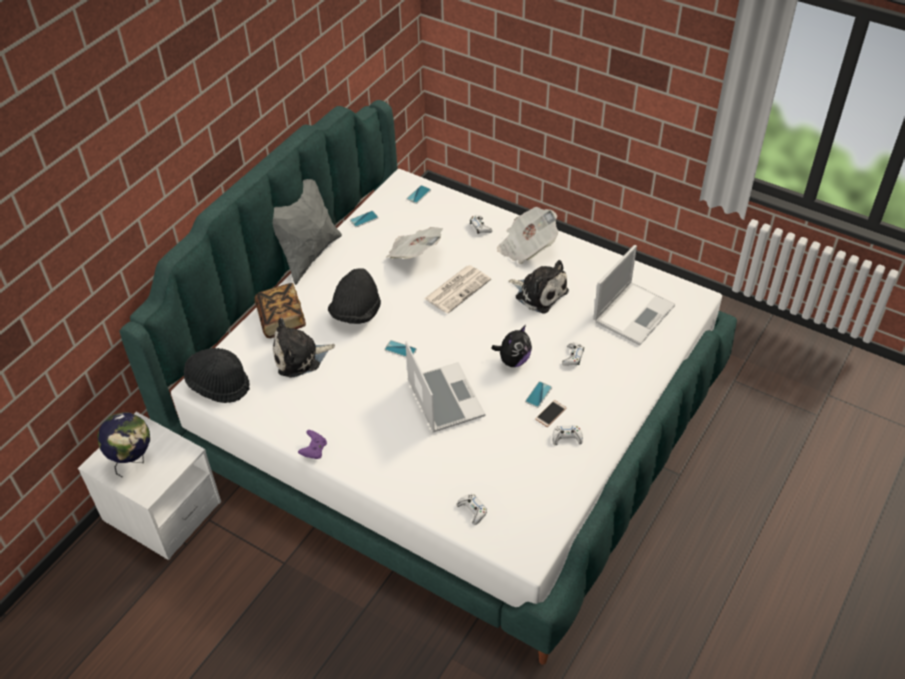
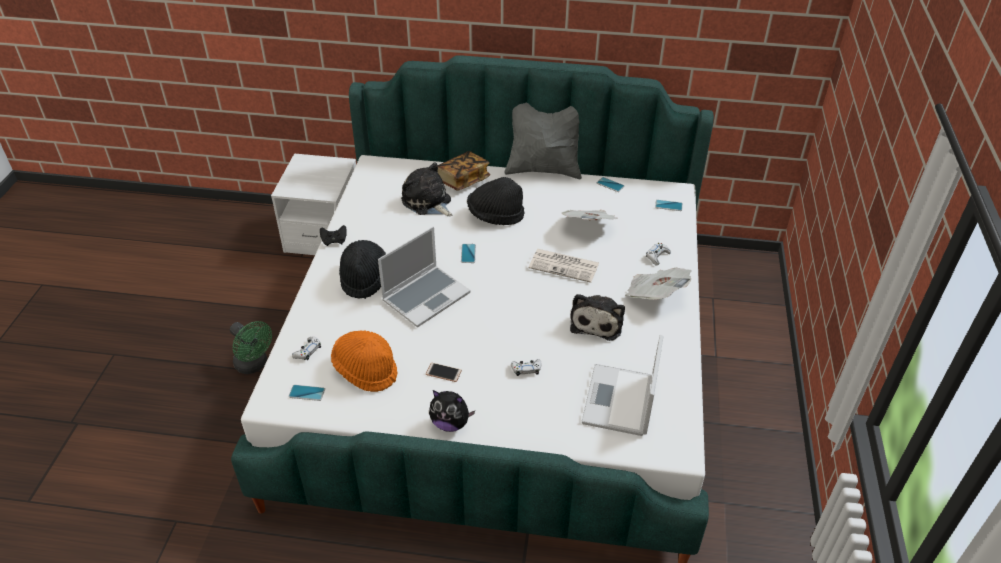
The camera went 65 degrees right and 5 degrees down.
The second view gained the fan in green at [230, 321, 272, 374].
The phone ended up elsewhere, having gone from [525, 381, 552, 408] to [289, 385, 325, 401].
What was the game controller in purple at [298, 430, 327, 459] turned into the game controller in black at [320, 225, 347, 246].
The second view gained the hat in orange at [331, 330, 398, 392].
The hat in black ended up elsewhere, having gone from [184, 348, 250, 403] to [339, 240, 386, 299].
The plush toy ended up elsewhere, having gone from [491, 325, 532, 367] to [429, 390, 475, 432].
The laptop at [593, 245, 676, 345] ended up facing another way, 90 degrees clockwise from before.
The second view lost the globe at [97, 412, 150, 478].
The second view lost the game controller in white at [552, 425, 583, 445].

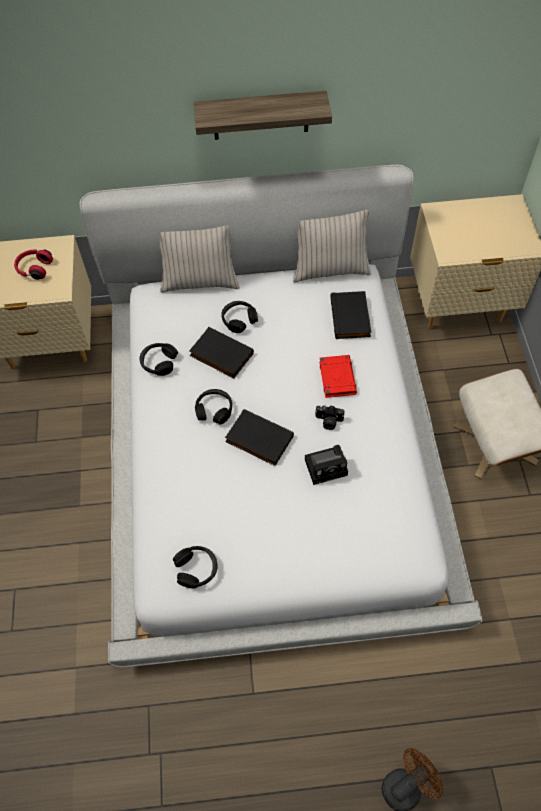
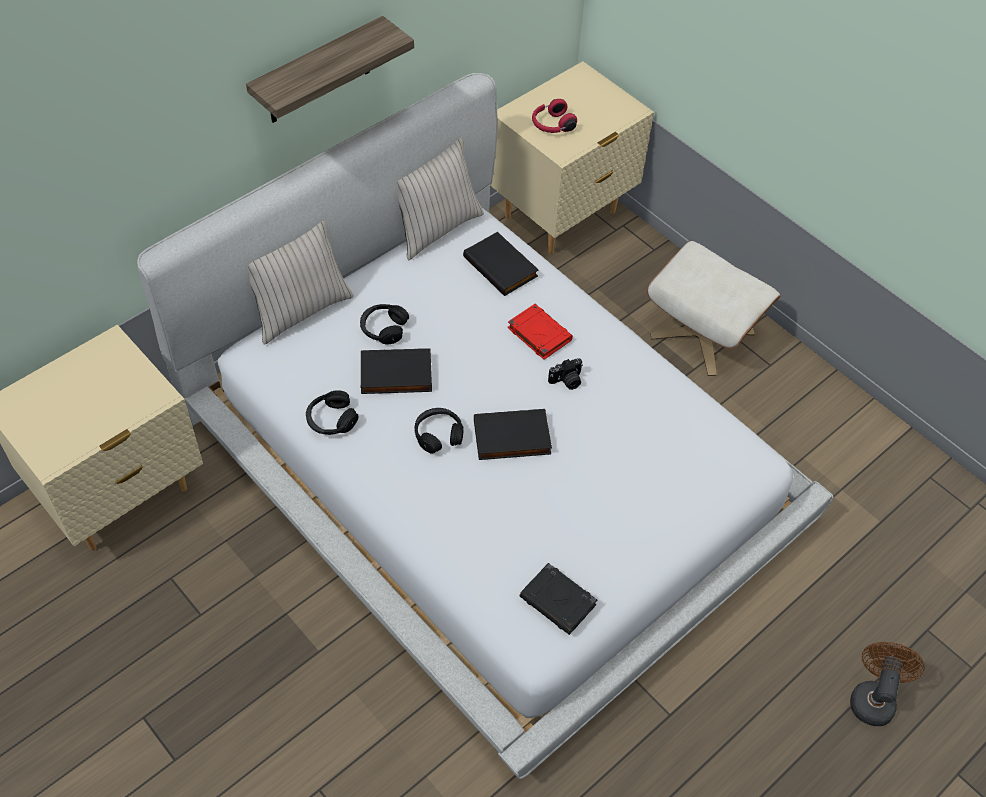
The camera went 40 degrees left and 5 degrees down.
Where the headphones in black stood at [173, 546, 217, 589], the book in black came to stand at [519, 563, 597, 635].
The headphones in red ended up elsewhere, having gone from [14, 250, 53, 280] to [532, 99, 577, 133].
The second view lost the photo camera at [305, 445, 348, 485].

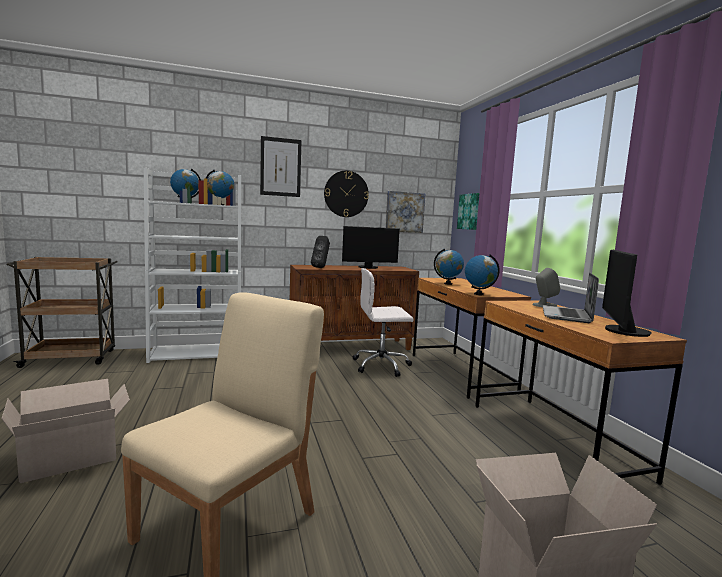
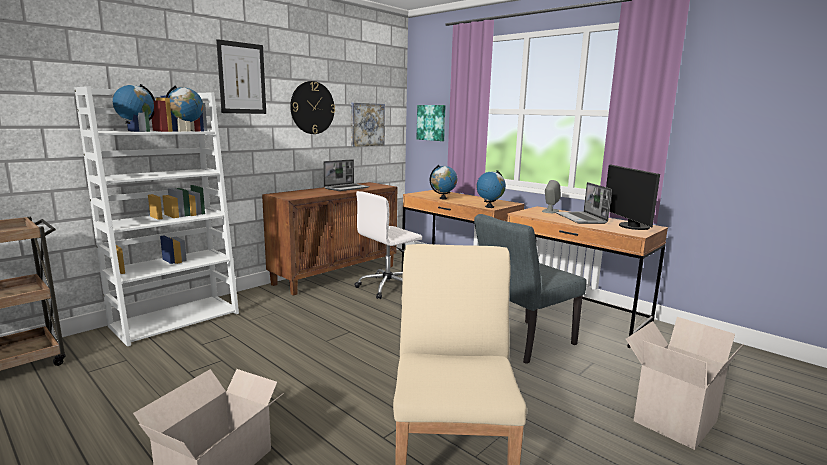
The camera went 30 degrees left and 5 degrees up.
Where the monitor stood at [342, 226, 400, 269], the laptop came to stand at [323, 159, 370, 191].
The second view gained the chair in grey at [474, 214, 586, 364].
The second view lost the speaker in black at [311, 236, 330, 268].

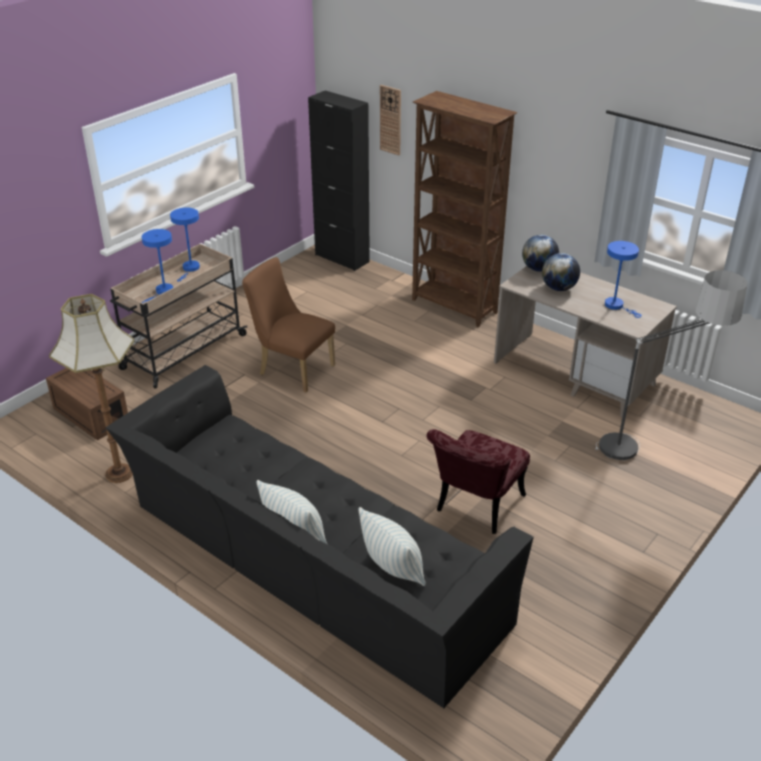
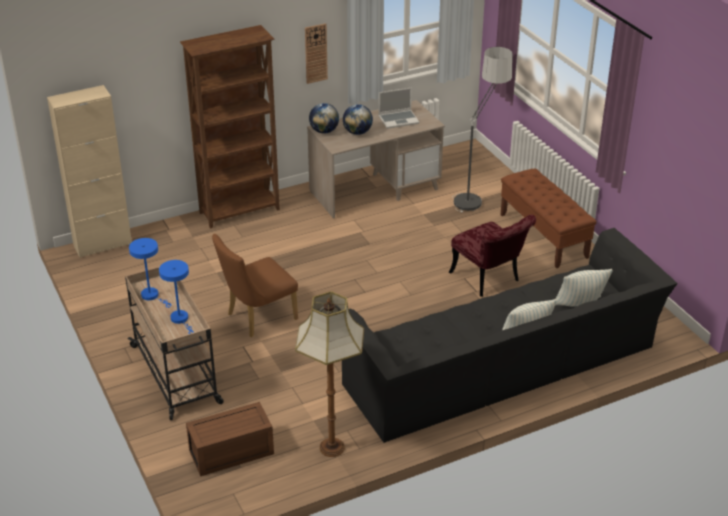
The camera went 65 degrees left and 0 degrees up.
What was the cabinet in black at [308, 90, 370, 271] turned into the cabinet in beige at [47, 85, 132, 258].
The wall clock ended up elsewhere, having gone from [380, 85, 401, 155] to [305, 23, 328, 84].
Where the table lamp in blue stood at [605, 241, 642, 318], the laptop came to stand at [378, 87, 419, 129].
The second view gained the bench in brown at [501, 169, 597, 268].

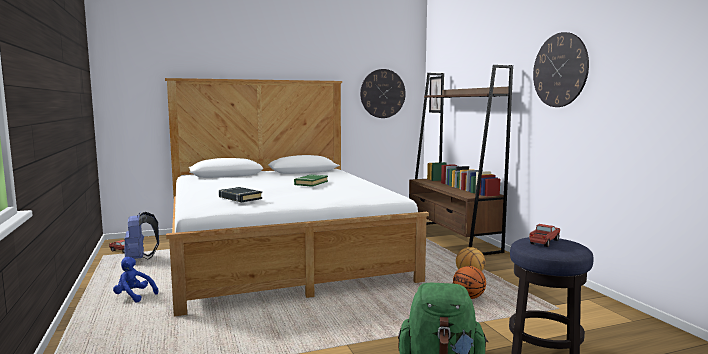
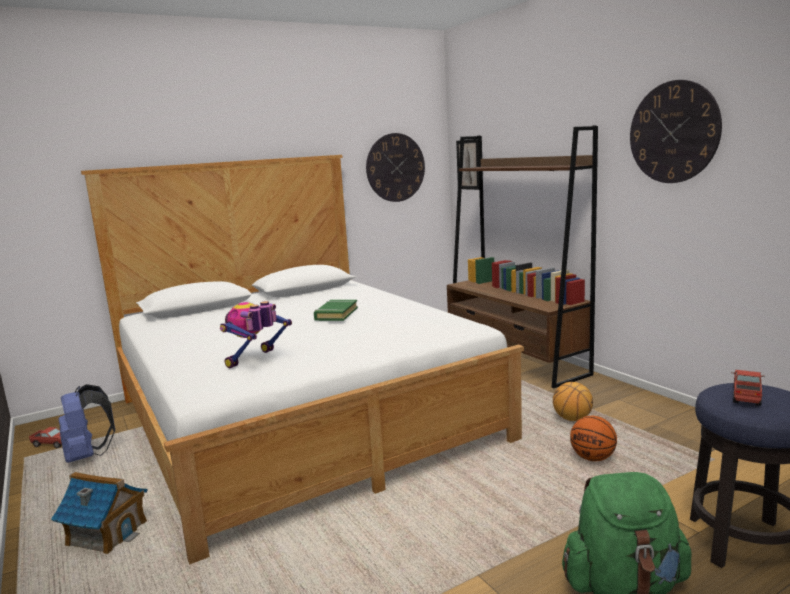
The camera went 10 degrees left and 5 degrees up.
Where the plush toy in blue stood at [113, 257, 158, 302], the toy house came to stand at [51, 472, 148, 554].
Where the book in black stood at [219, 187, 262, 202], the toy robot came to stand at [220, 301, 292, 368].

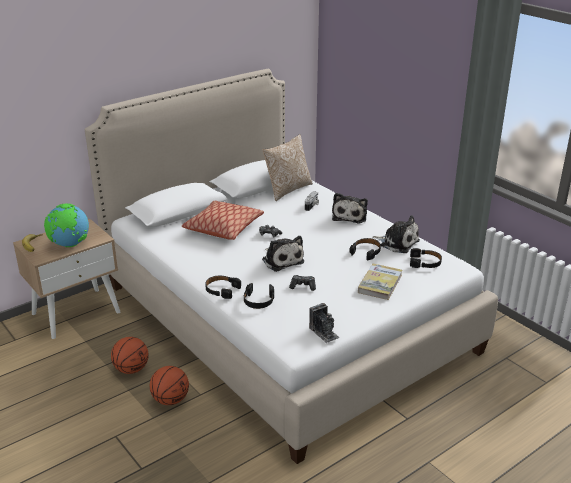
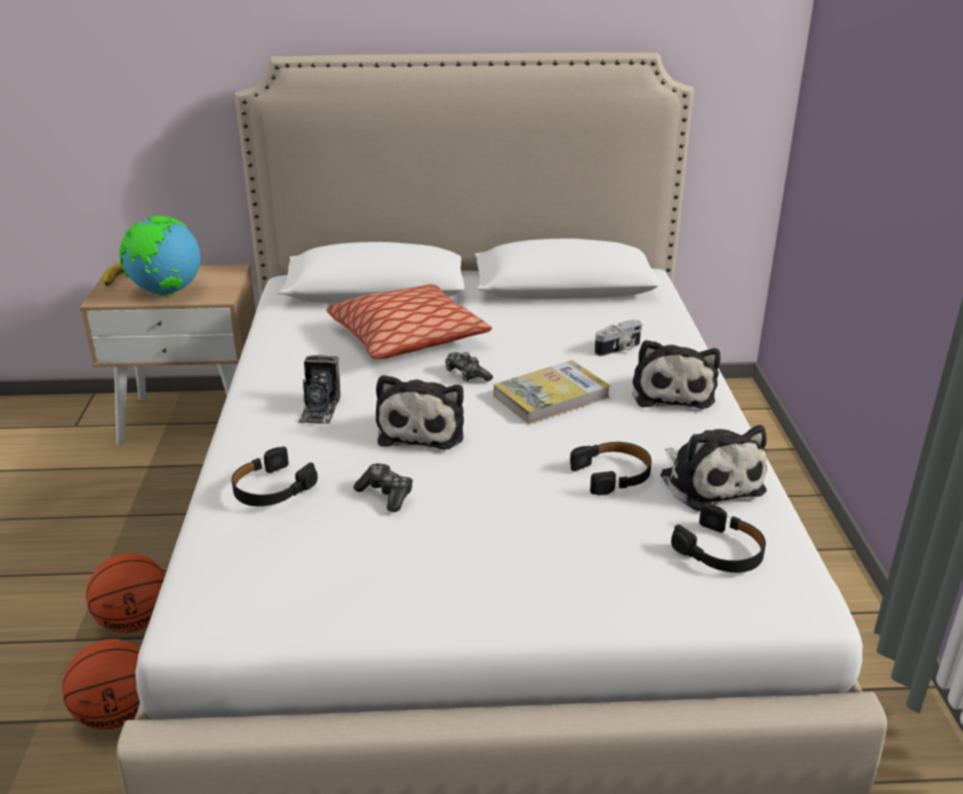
The camera went 35 degrees right and 0 degrees up.
The basketball ended up elsewhere, having gone from [111, 337, 149, 374] to [62, 639, 140, 730].
The photo camera ended up elsewhere, having gone from [309, 303, 339, 343] to [298, 355, 341, 424].
The book ended up elsewhere, having gone from [358, 264, 402, 300] to [494, 360, 610, 424].
The plush toy at [332, 193, 368, 224] ended up facing another way, 45 degrees counterclockwise from before.
The second view lost the headphones in black at [205, 276, 241, 299].
The second view lost the pillow at [263, 134, 313, 201].

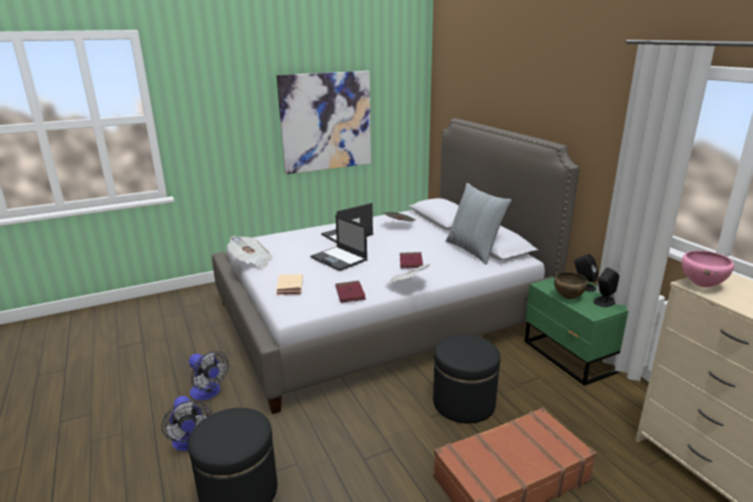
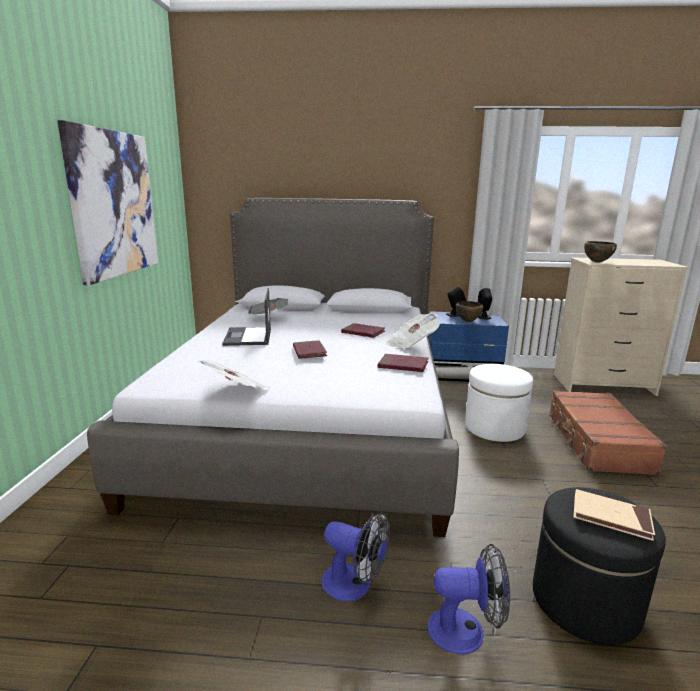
The camera went 60 degrees left and 5 degrees down.
Where the laptop stood at [310, 215, 368, 271], the book in red came to stand at [293, 340, 327, 359].
The fan at [189, 351, 229, 401] ended up facing another way, 45 degrees clockwise from before.
What was the nightstand in green at [525, 277, 628, 386] turned into the nightstand in blue at [428, 311, 509, 382].
What was the ottoman in black at [433, 335, 501, 423] turned into the ottoman in white at [465, 364, 533, 442].
The book in beige ended up elsewhere, having gone from [276, 274, 303, 295] to [574, 489, 655, 541].
What was the bowl in pink at [682, 251, 734, 287] turned into the bowl in brown at [584, 241, 617, 263].
The second view lost the pillow at [446, 183, 512, 265].

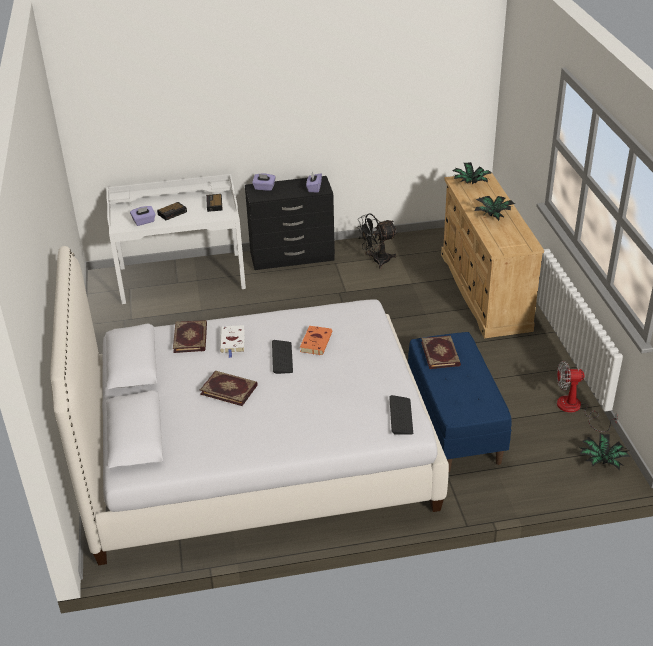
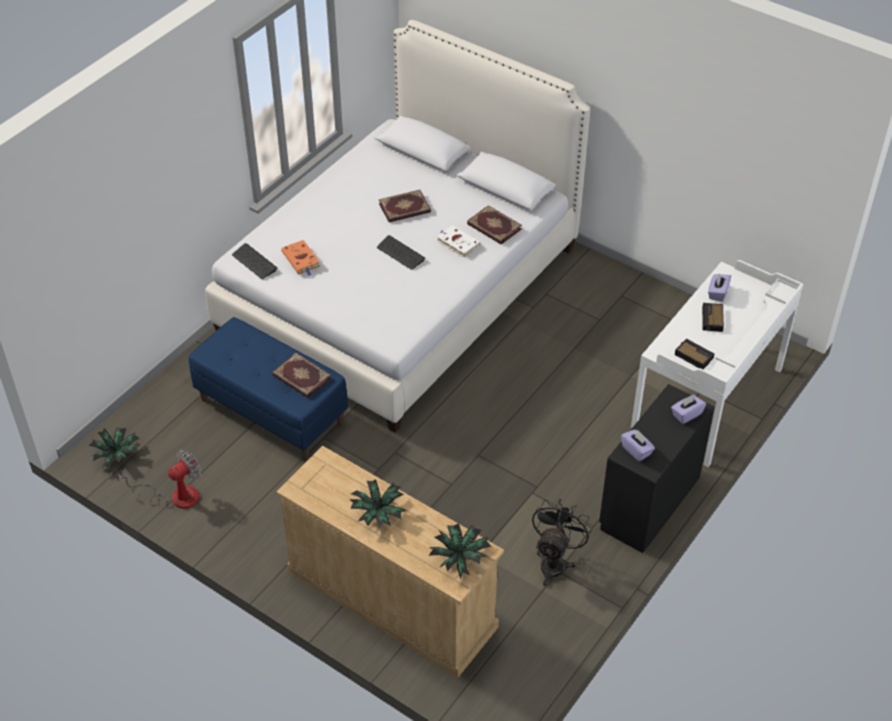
The camera went 135 degrees right and 10 degrees up.
The book in orange ended up elsewhere, having gone from [300, 326, 332, 355] to [281, 240, 320, 276].

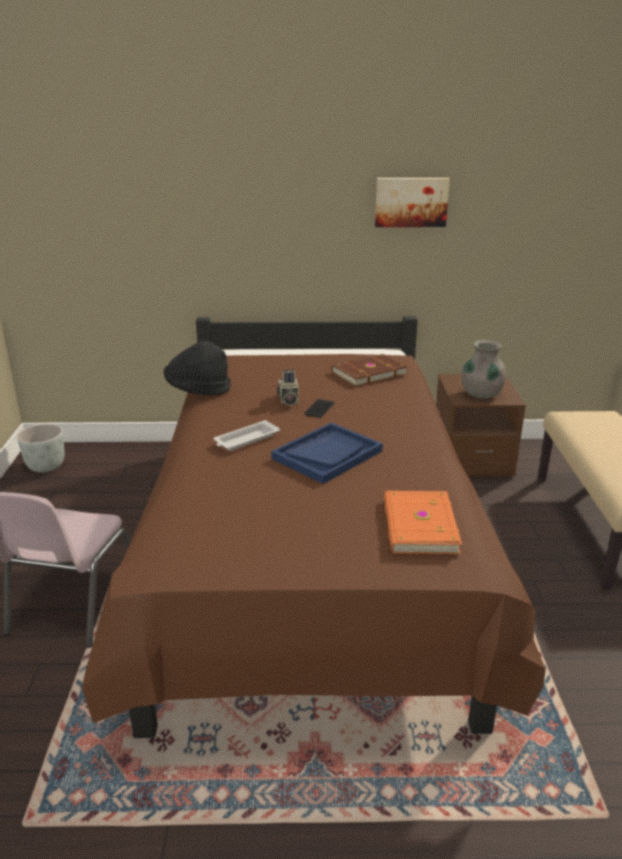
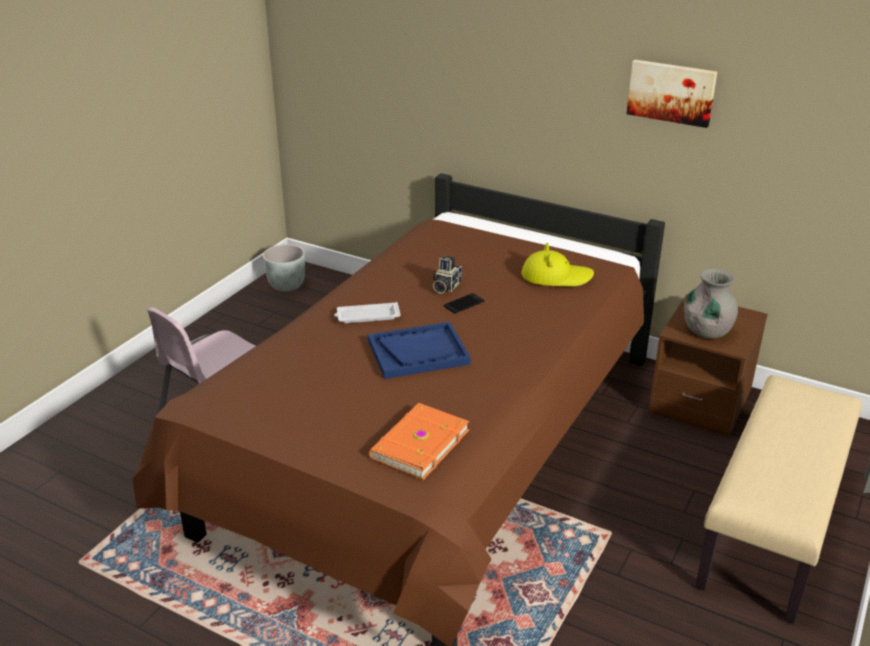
The camera went 30 degrees right and 5 degrees up.
Where the book in brown stood at [332, 354, 408, 387], the hat in yellow came to stand at [522, 243, 594, 287].
The second view lost the hat in black at [164, 341, 231, 395].

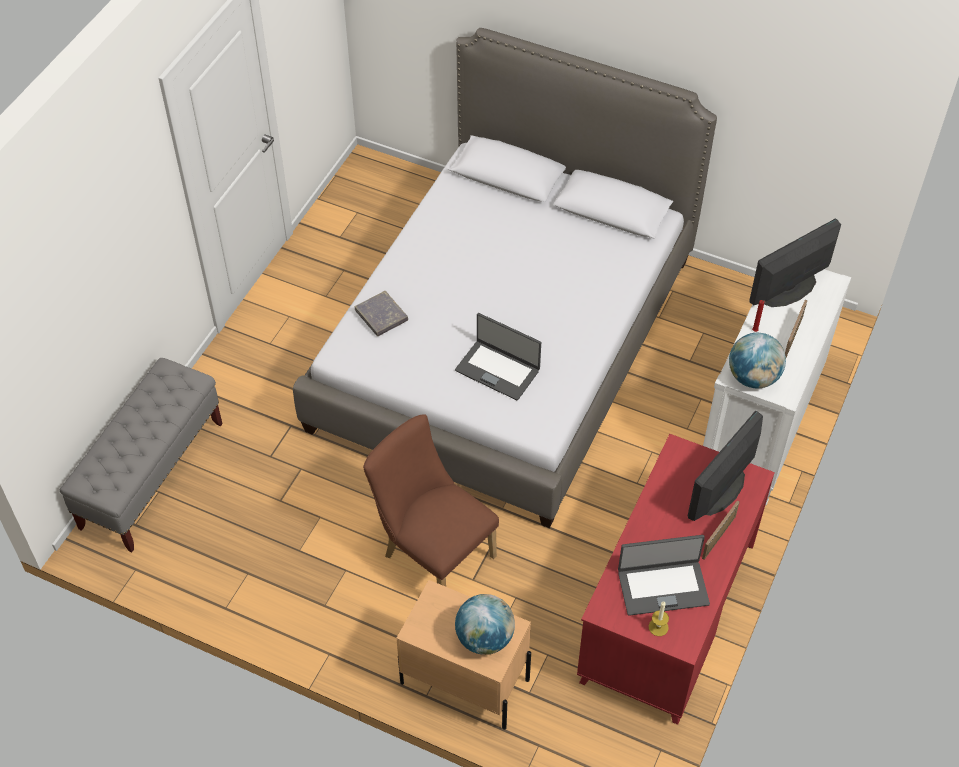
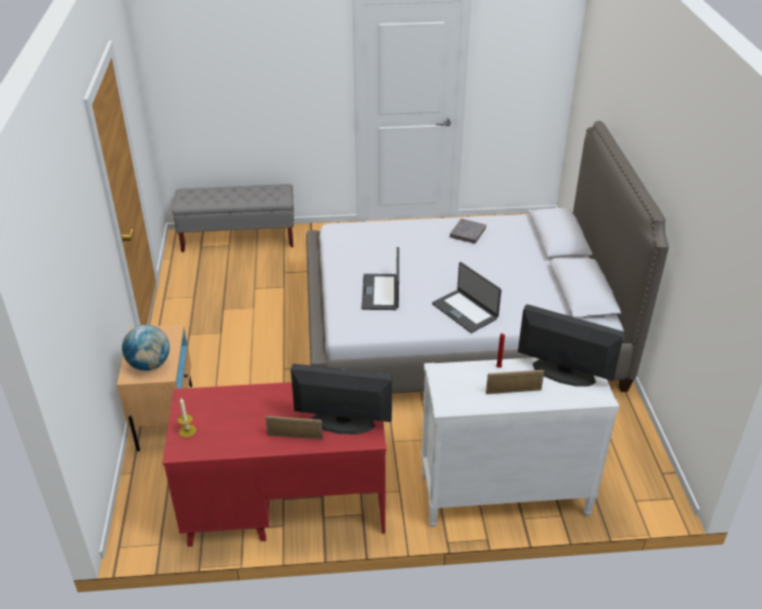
The camera went 60 degrees right and 15 degrees down.
The laptop ended up elsewhere, having gone from [618, 535, 710, 616] to [432, 262, 501, 333].
The book in grey ended up elsewhere, having gone from [355, 291, 408, 336] to [450, 219, 486, 244].
The second view lost the chair in brown at [363, 414, 499, 587].
The second view lost the globe at [729, 333, 786, 388].

